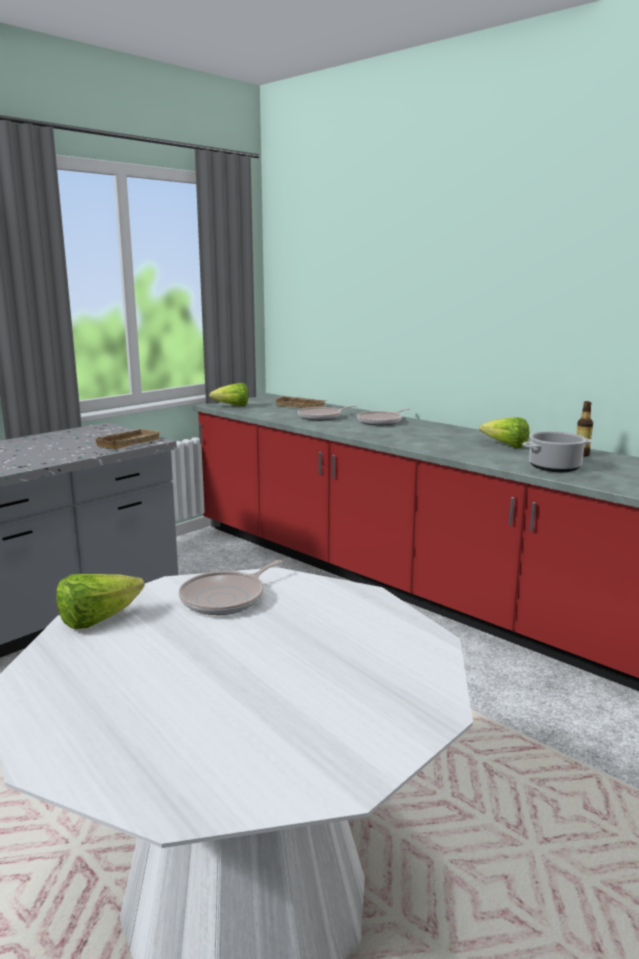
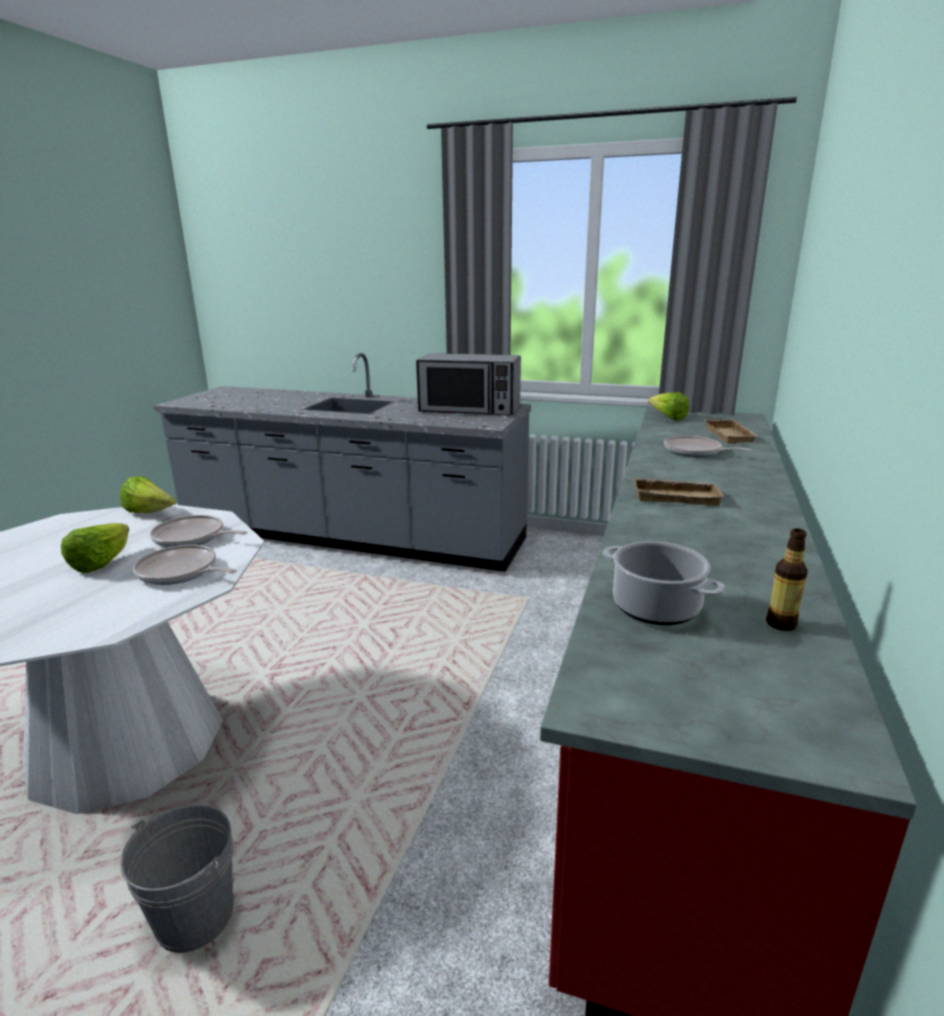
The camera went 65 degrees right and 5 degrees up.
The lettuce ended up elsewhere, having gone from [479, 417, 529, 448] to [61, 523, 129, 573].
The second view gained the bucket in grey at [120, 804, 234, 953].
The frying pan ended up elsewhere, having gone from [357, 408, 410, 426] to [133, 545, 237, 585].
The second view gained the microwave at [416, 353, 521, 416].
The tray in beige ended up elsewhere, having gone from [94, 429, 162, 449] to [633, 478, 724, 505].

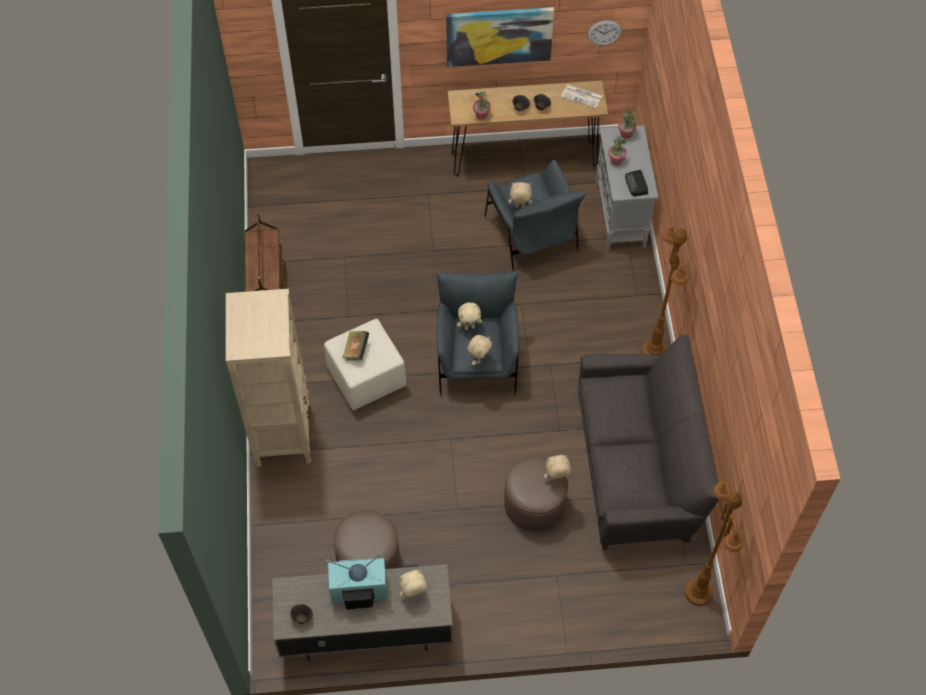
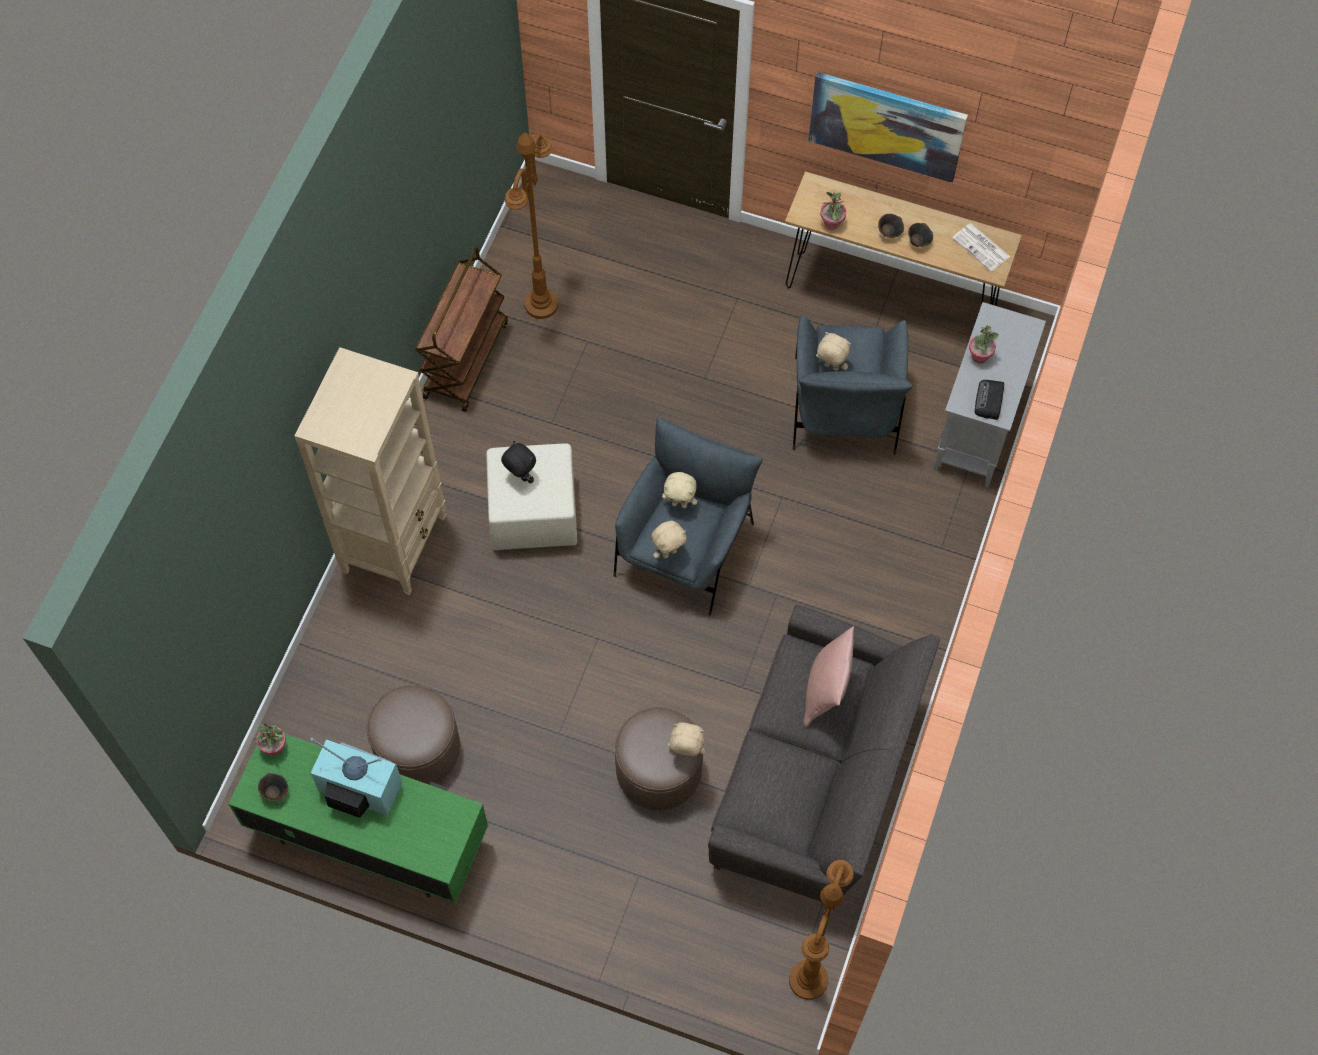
The camera went 25 degrees right and 5 degrees up.
What was the tv stand in grey at [272, 564, 453, 661] turned into the tv stand in green at [228, 733, 488, 903].
The potted plant ended up elsewhere, having gone from [618, 111, 637, 139] to [256, 723, 286, 755].
Where the book stood at [343, 331, 369, 360], the plush toy in black came to stand at [501, 441, 536, 484].
The floor lamp in brown ended up elsewhere, having gone from [642, 227, 688, 355] to [505, 133, 558, 319].
The second view gained the pillow in pink at [804, 626, 854, 727].
The second view lost the plush toy in beige at [399, 570, 427, 597].
The second view lost the wall clock at [588, 20, 622, 45].

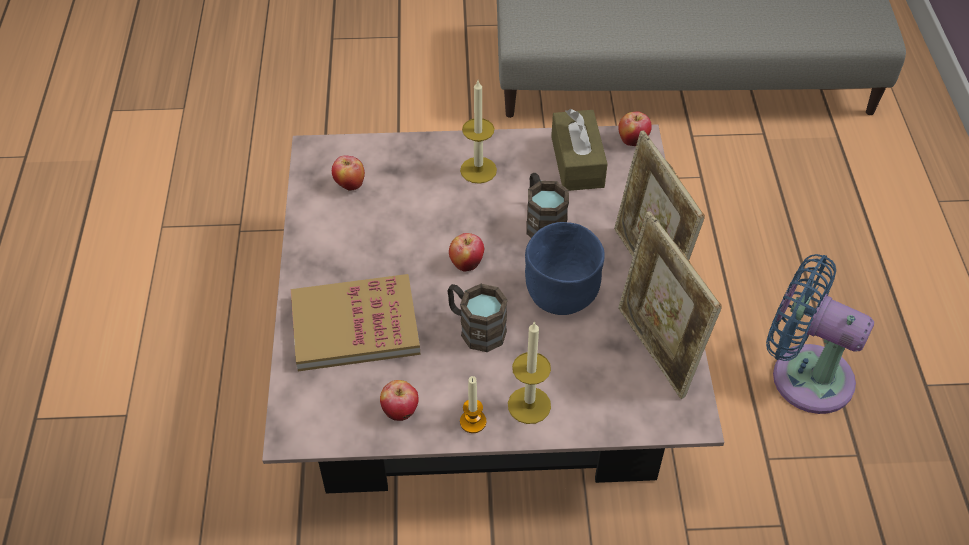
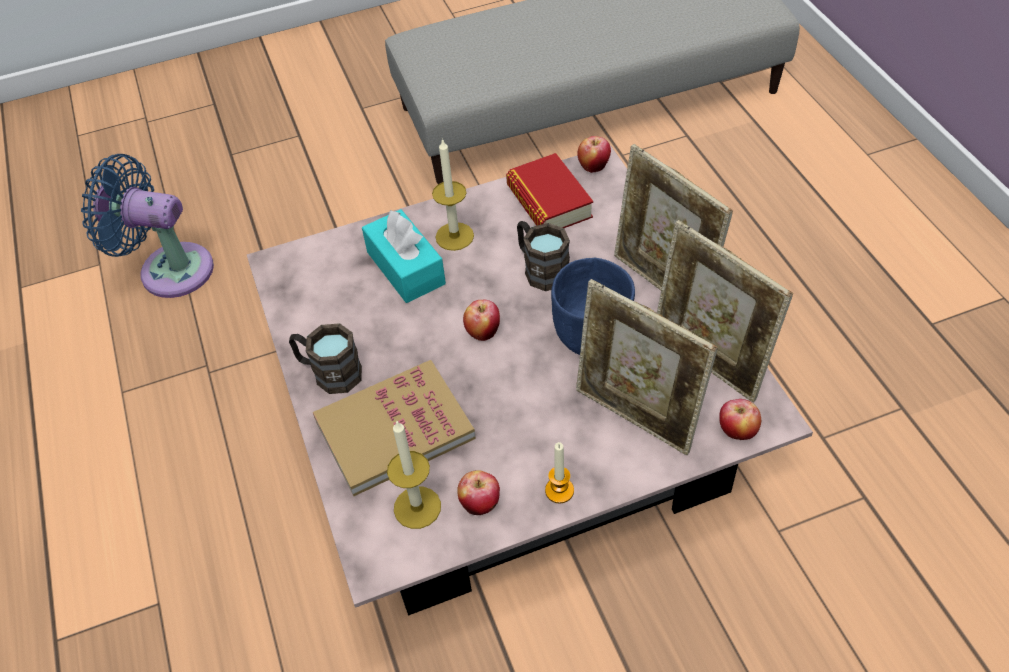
The camera went 15 degrees left and 0 degrees up.
The fan in blue ended up elsewhere, having gone from [766, 254, 874, 414] to [81, 154, 214, 298].
The mug in brown ended up elsewhere, having gone from [447, 284, 508, 352] to [289, 323, 362, 394].
The second view gained the tissue box in turquoise at [362, 209, 446, 303].
The candle ended up elsewhere, having gone from [508, 321, 551, 424] to [387, 421, 441, 529].
Where the tissue box in brown stood at [551, 109, 608, 191], the book came to stand at [506, 153, 593, 228].
The second view gained the picture frame at [576, 279, 718, 456].
The apple ended up elsewhere, having gone from [332, 155, 365, 191] to [719, 399, 761, 441].

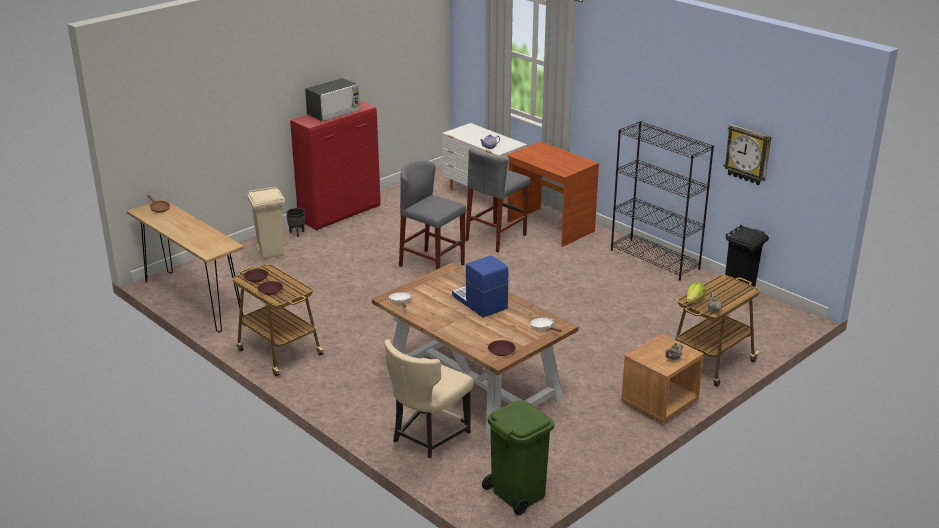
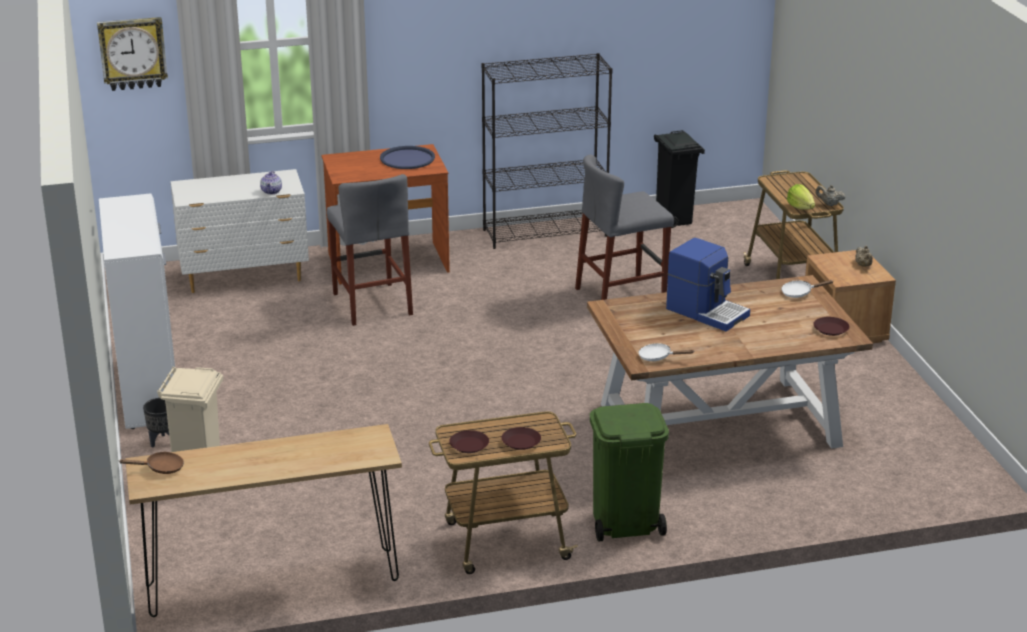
The camera went 60 degrees left and 0 degrees up.
The wall clock ended up elsewhere, having gone from [723, 124, 771, 185] to [97, 17, 168, 91].
What was the cabinet in red at [290, 101, 381, 230] turned into the cabinet in white at [99, 194, 175, 429].
The second view gained the tray in blue at [380, 146, 435, 169].
The stool in grey ended up elsewhere, having gone from [399, 161, 466, 270] to [575, 154, 674, 300].
The trash can in green ended up elsewhere, having gone from [482, 400, 554, 515] to [590, 403, 669, 541].
The coffee machine at [452, 256, 509, 318] ended up facing another way, 135 degrees counterclockwise from before.
The second view lost the microwave at [305, 78, 360, 121].
The second view lost the chair in beige at [384, 339, 474, 467].

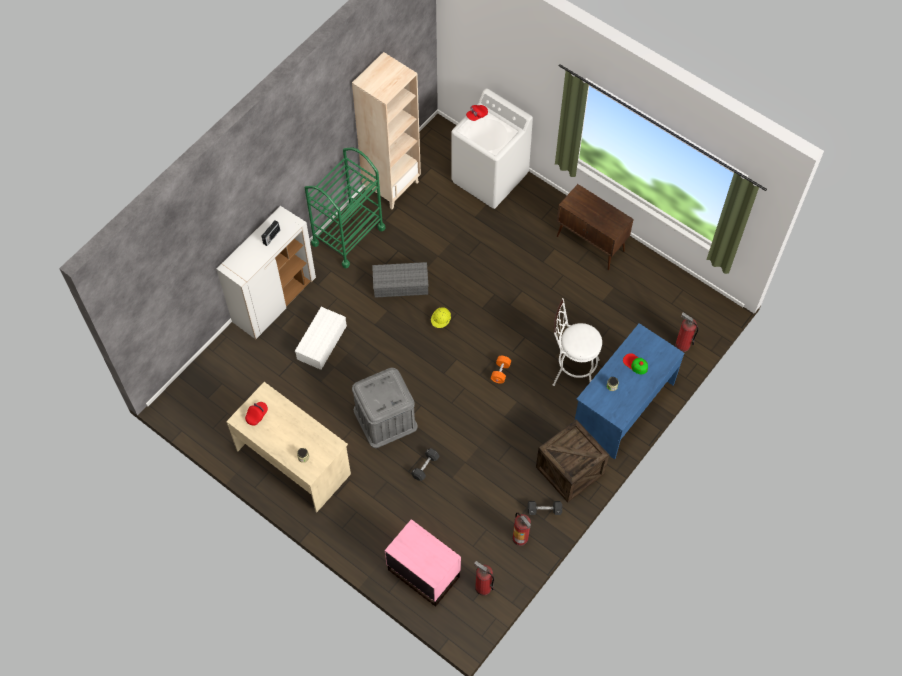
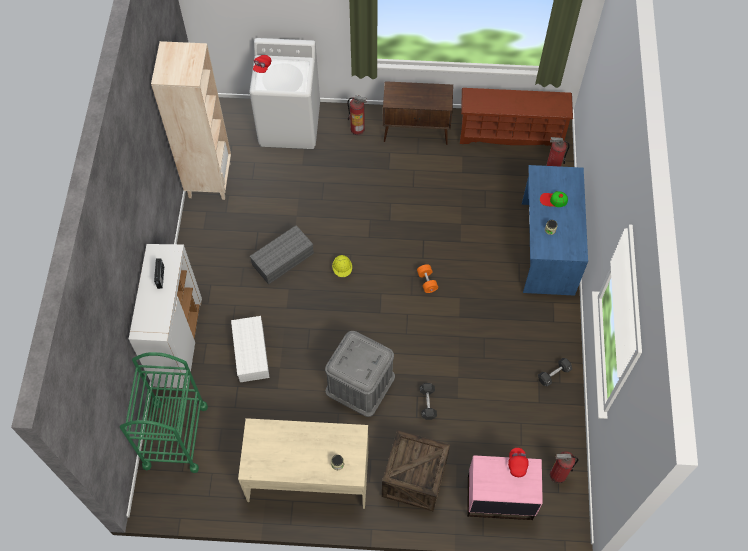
The camera went 35 degrees left and 0 degrees up.
The cart in green ended up elsewhere, having gone from [305, 148, 385, 269] to [120, 352, 208, 473].
The fire extinguisher ended up elsewhere, having gone from [512, 512, 531, 546] to [348, 96, 367, 135].
The crate ended up elsewhere, having gone from [536, 419, 609, 502] to [382, 430, 450, 511].
The second view gained the shoe rack in brown at [460, 88, 573, 146].
The cap in red ended up elsewhere, having gone from [245, 402, 268, 426] to [508, 448, 529, 477].
The second view lost the stool in white at [553, 298, 602, 386].

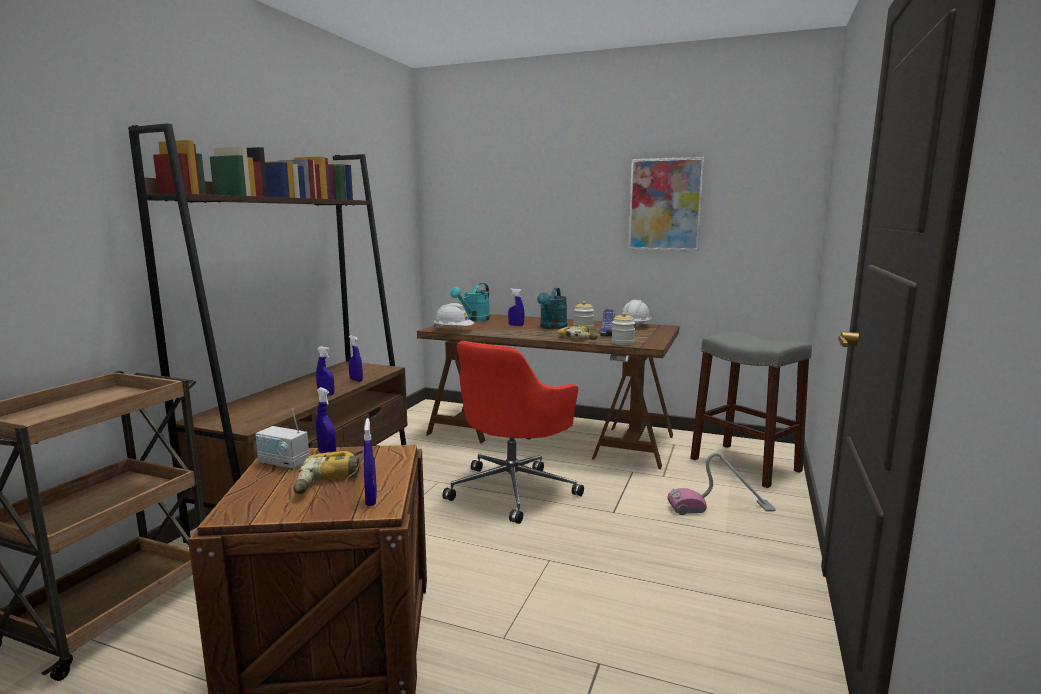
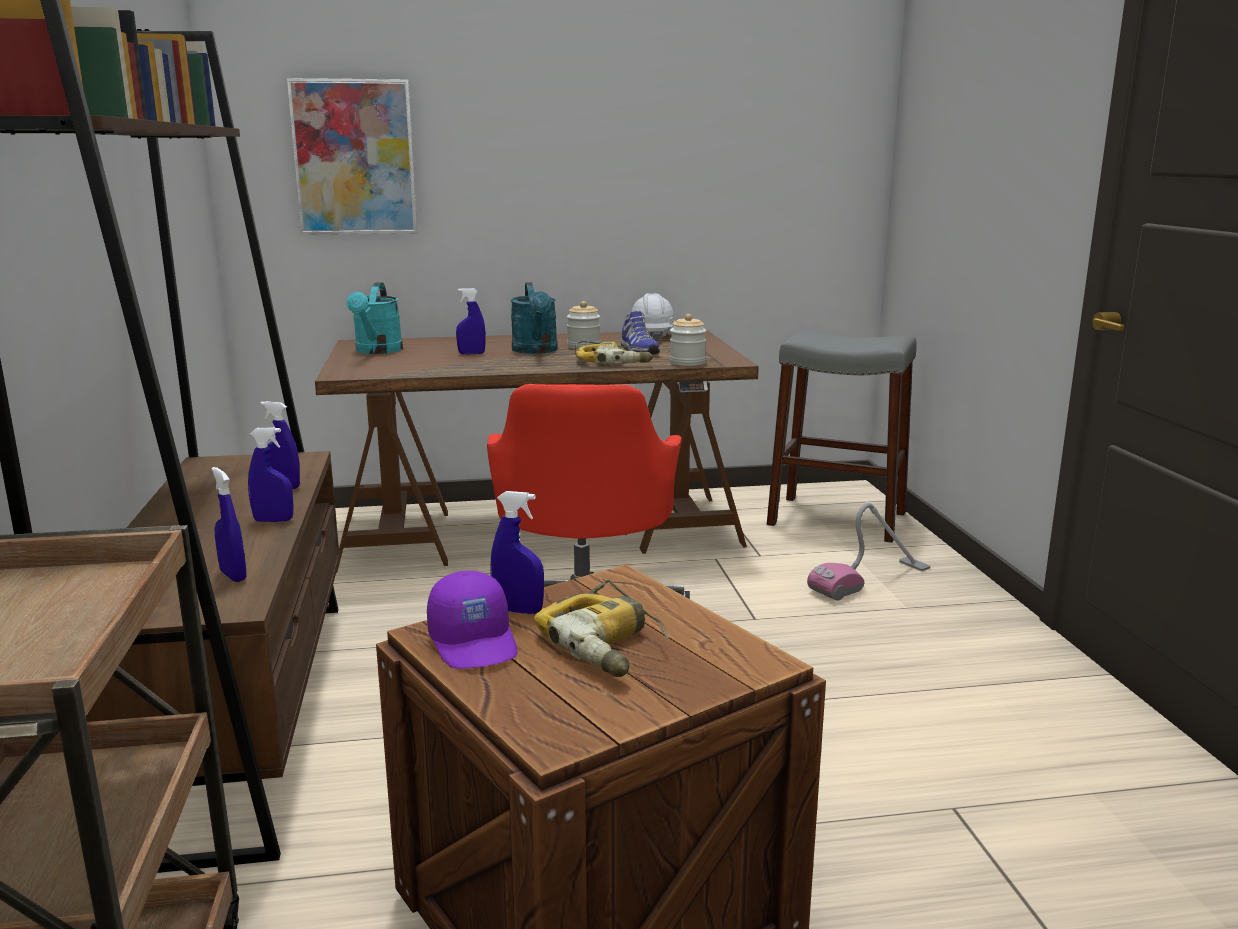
The camera went 30 degrees left and 5 degrees up.
The spray bottle in blue ended up elsewhere, having gone from [364, 418, 377, 506] to [212, 467, 246, 582].
The picture ended up elsewhere, having gone from [628, 157, 704, 251] to [287, 78, 417, 235].
Where the radio stood at [255, 409, 309, 470], the cap in purple came to stand at [427, 571, 517, 669].
The second view lost the hard hat in white at [434, 303, 474, 330].

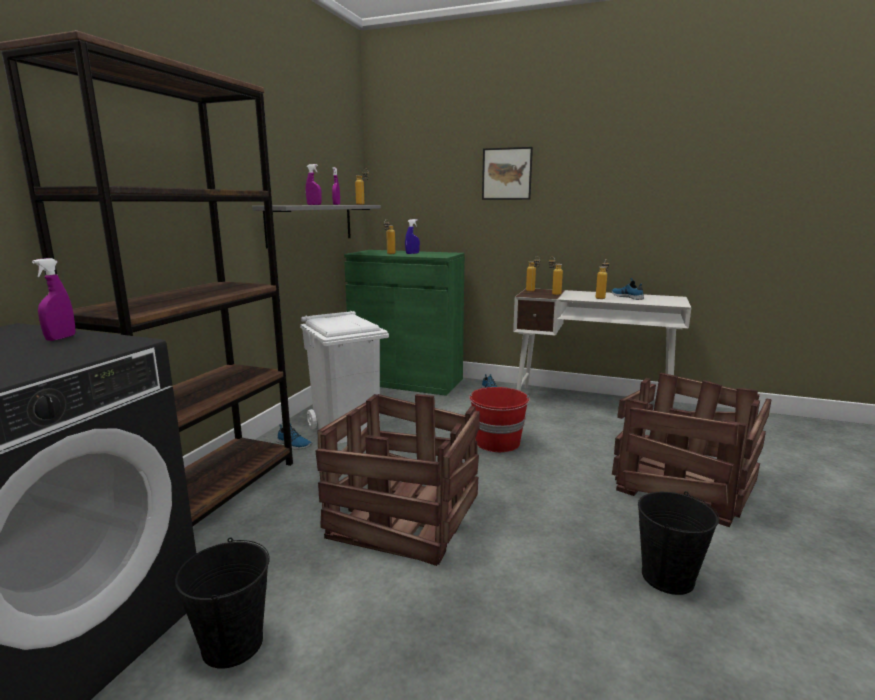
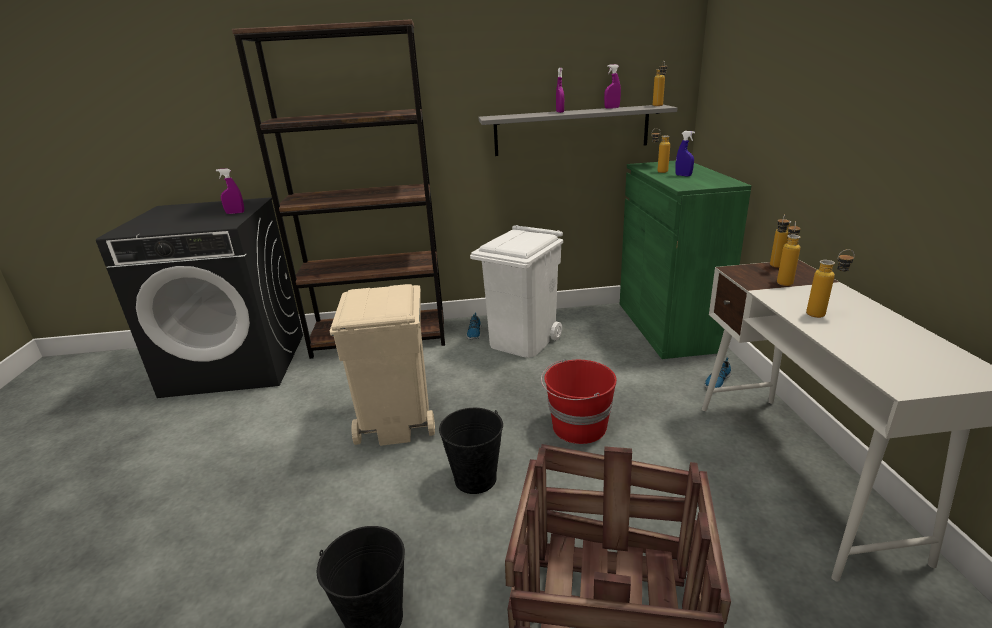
The camera went 65 degrees right and 10 degrees up.
Where the crate stood at [316, 394, 480, 566], the trash can in beige came to stand at [330, 284, 435, 446].
The bucket in black ended up elsewhere, having gone from [175, 537, 270, 669] to [439, 408, 503, 494].
The second view lost the picture at [482, 147, 533, 200].
The second view lost the shoe at [611, 278, 644, 300].

